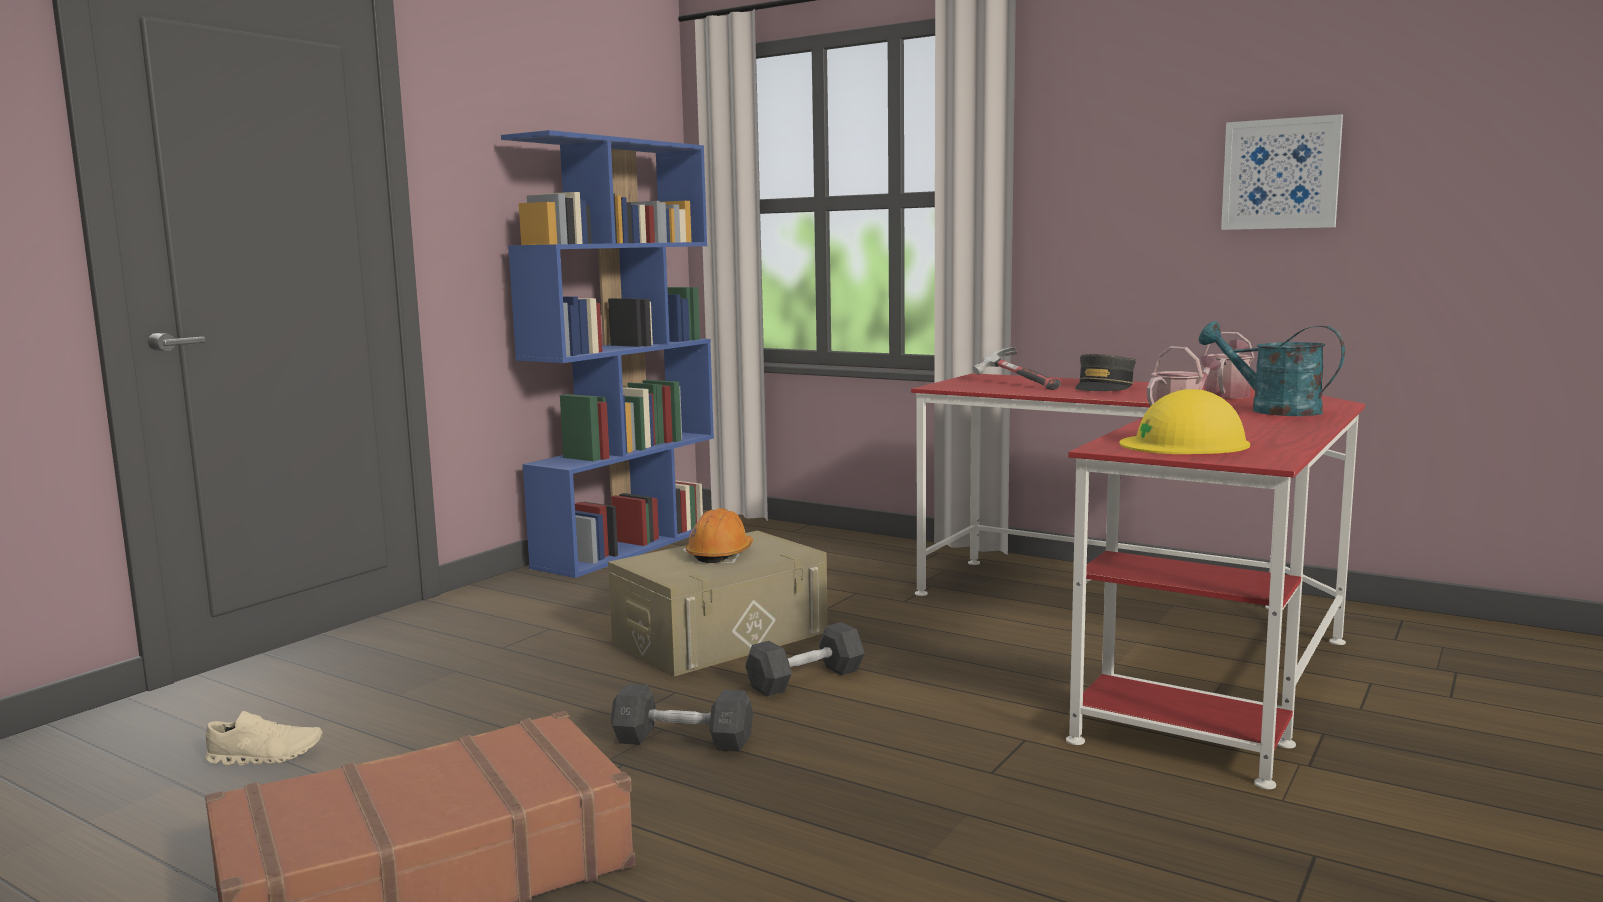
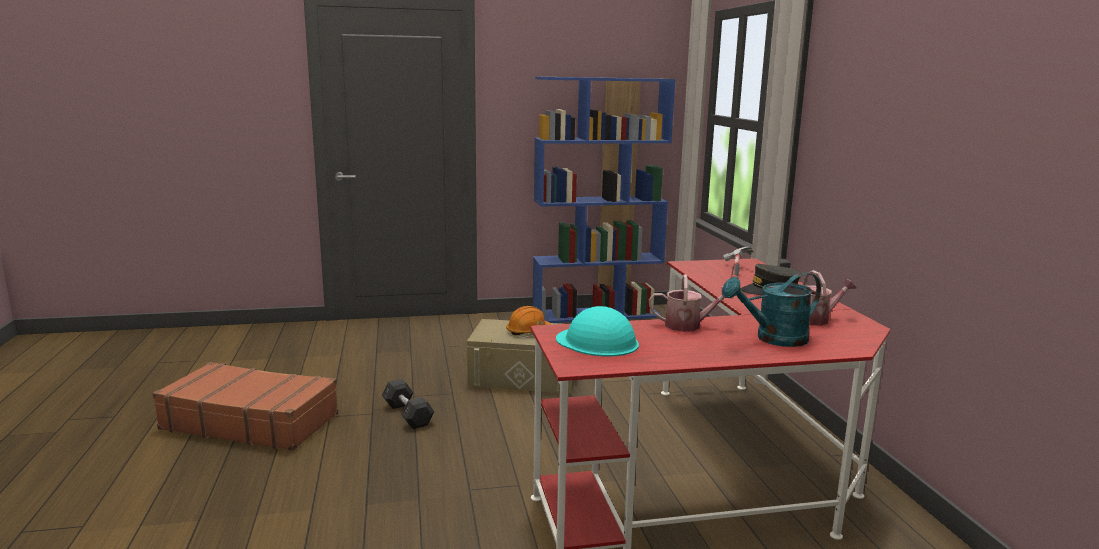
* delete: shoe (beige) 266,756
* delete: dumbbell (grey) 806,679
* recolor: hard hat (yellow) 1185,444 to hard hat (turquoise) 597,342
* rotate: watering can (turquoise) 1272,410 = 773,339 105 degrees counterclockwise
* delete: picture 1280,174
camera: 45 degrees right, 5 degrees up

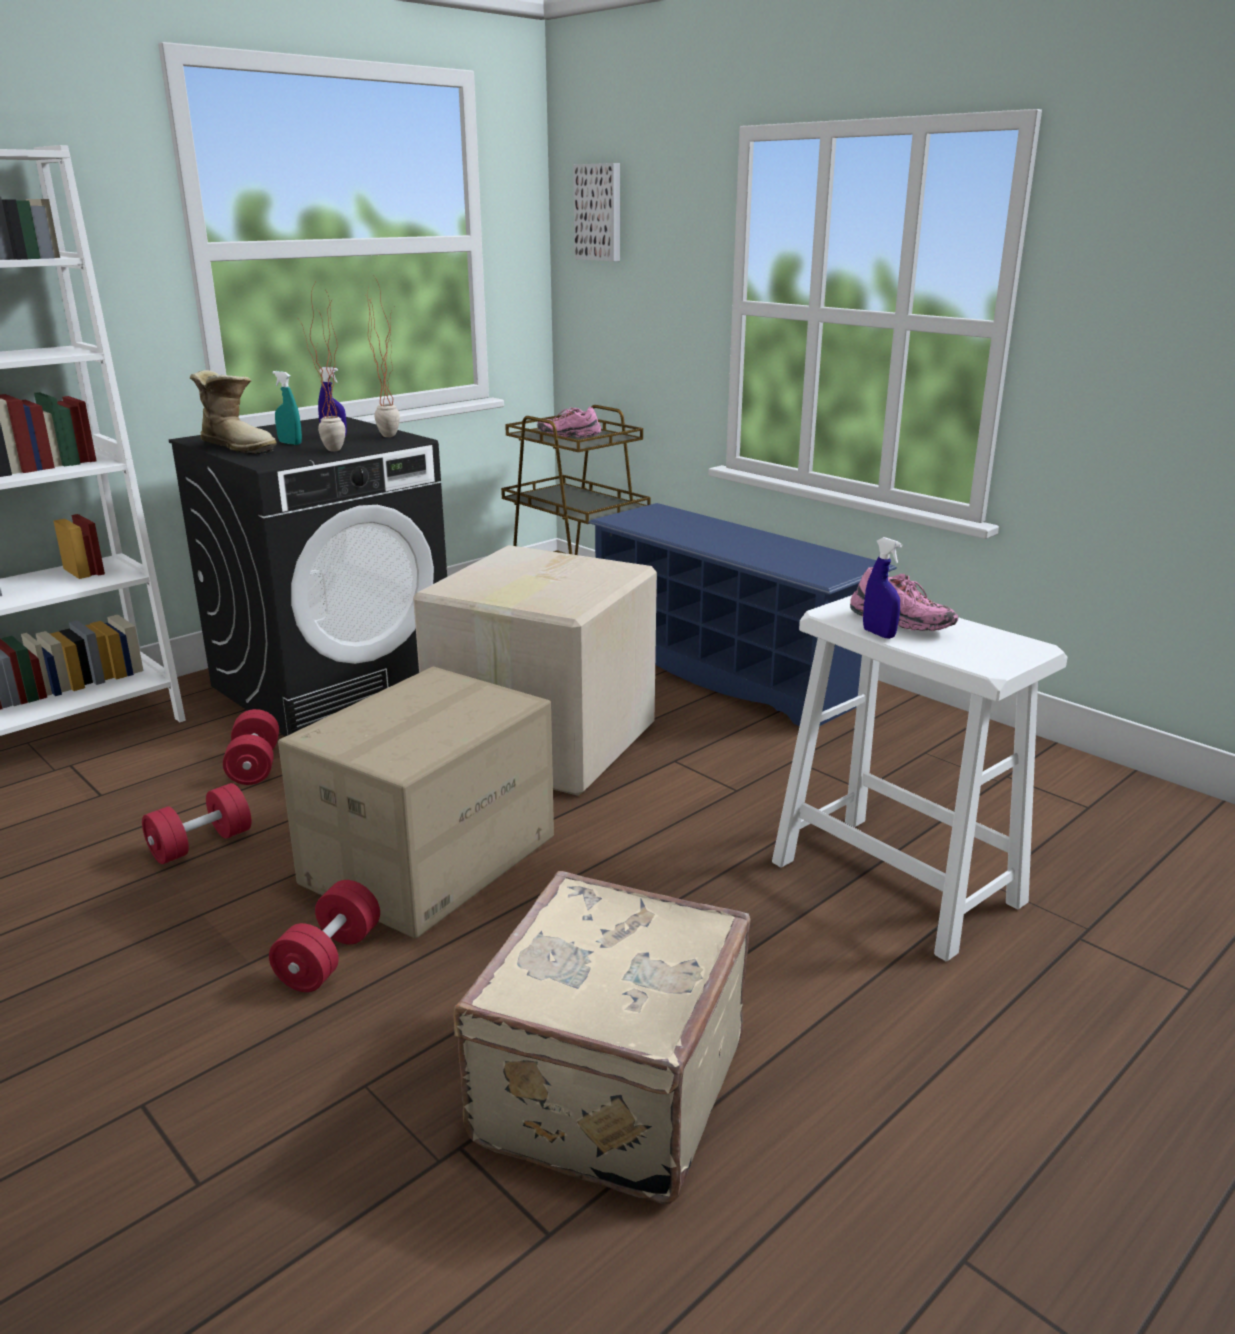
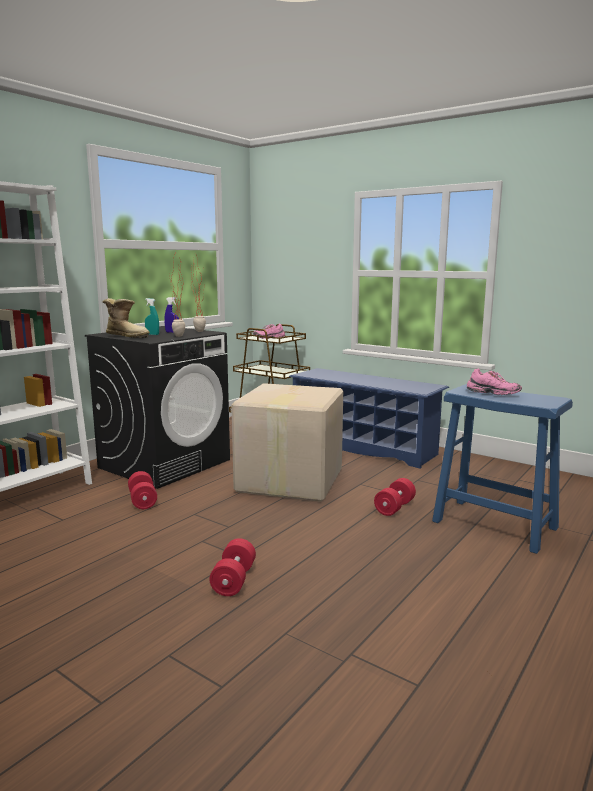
* move: dumbbell (red) 201,844 to 394,507
* delete: cardboard box 429,859
* delete: suitcase (beige) 604,1090
* delete: picture 600,212
* recolor: stool (white) 895,881 to stool (blue) 493,524
* delete: spray bottle (blue) 879,634
camera: 10 degrees left, 10 degrees down

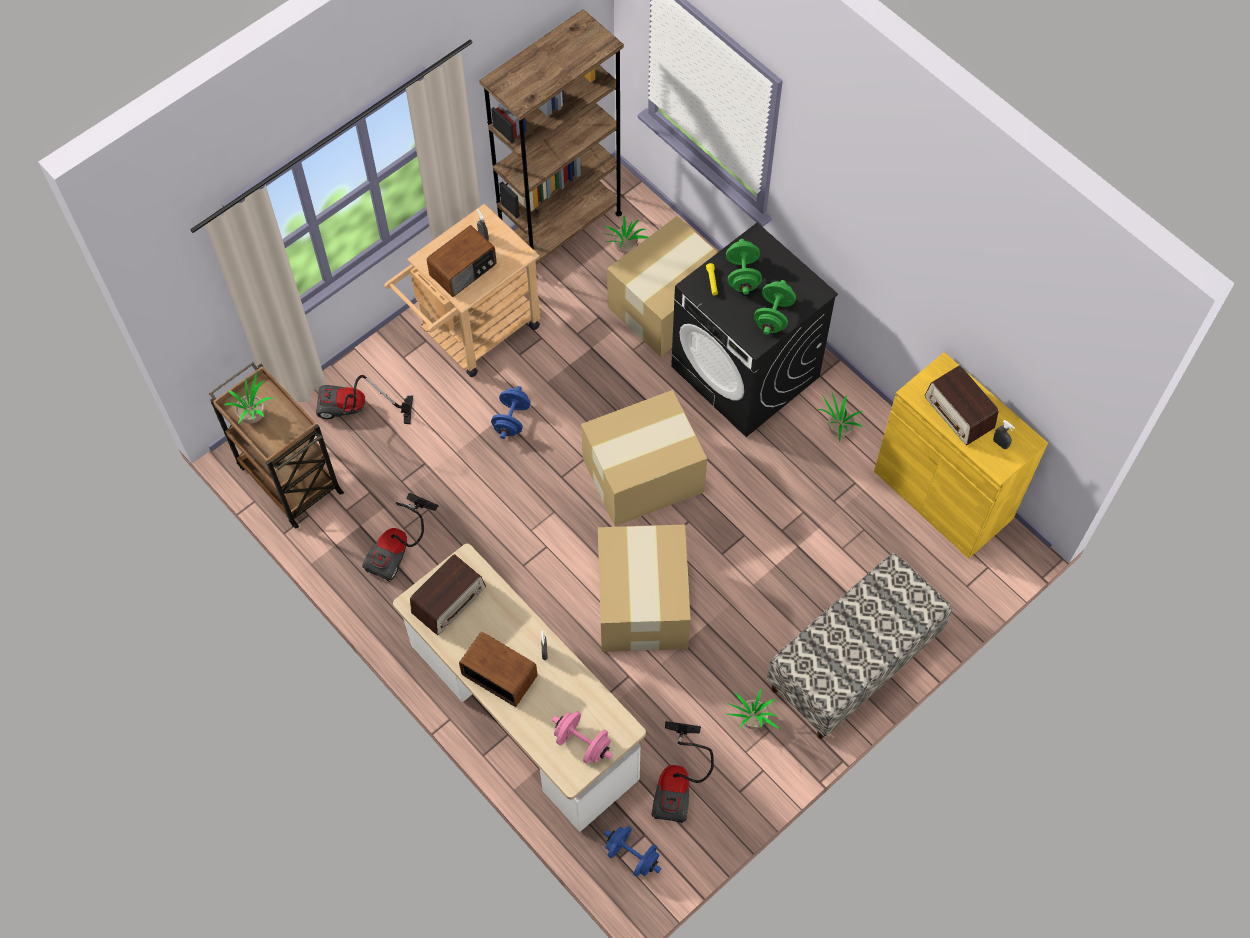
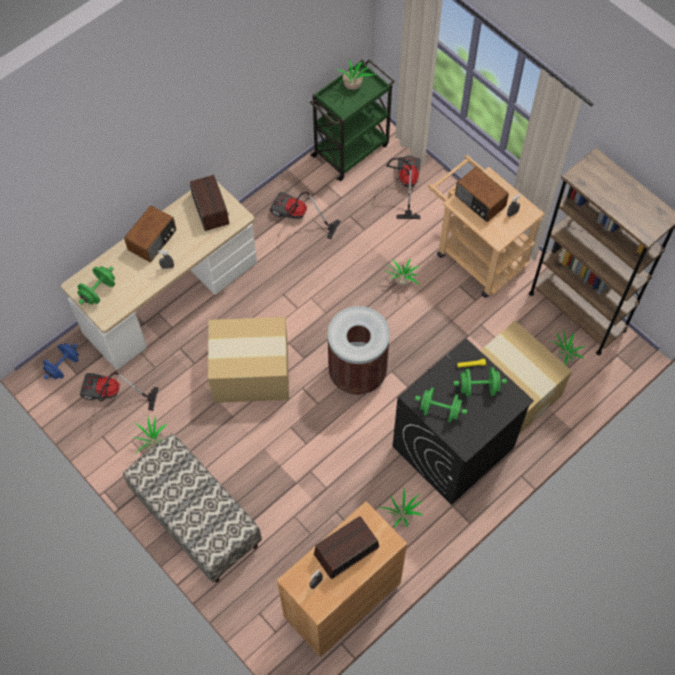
* recolor: cart (brown) 288,477 to cart (green) 351,149
* rotate: radio 449,600 = 210,208 150 degrees counterclockwise
* replace: dumbbell (blue) 511,419 to potted plant 402,282
* recolor: dumbbell (pink) 582,743 to dumbbell (green) 98,291
* replace: cardboard box 645,475 to trash can (brown) 357,373
* recolor: cabinet (yellow) 943,495 to cabinet (brown) 342,599
camera: 90 degrees right, 0 degrees up

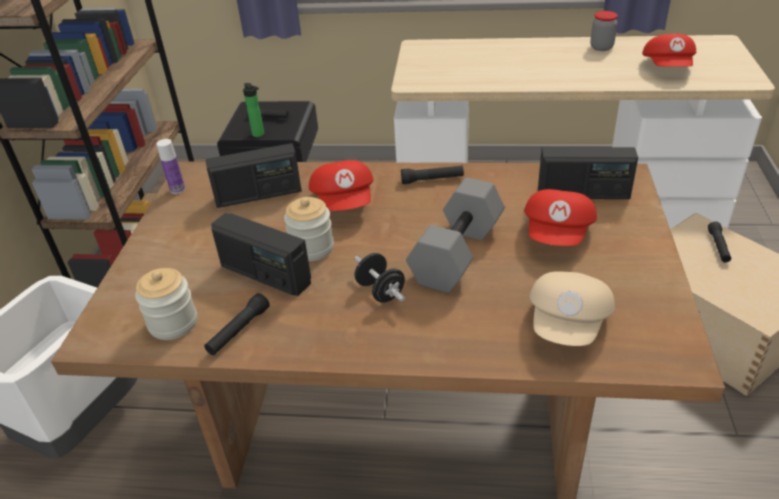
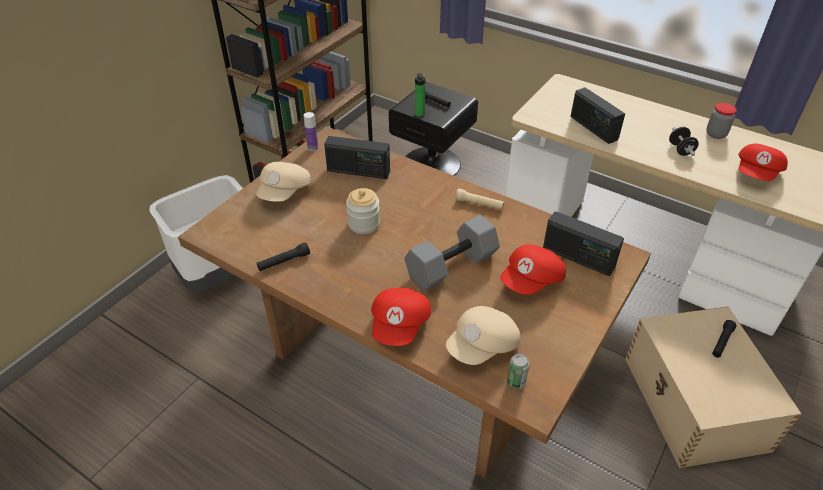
* delete: jar 173,323
* move: radio 265,274 to 593,128
* move: cap (red) 345,202 to 401,325
* move: dumbbell (black) 380,291 to 680,150
* recolor: flashlight (black) 432,180 to flashlight (beige) 479,204
* insert: cap (beige) 285,193
* insert: can 516,381
camera: 25 degrees right, 5 degrees up

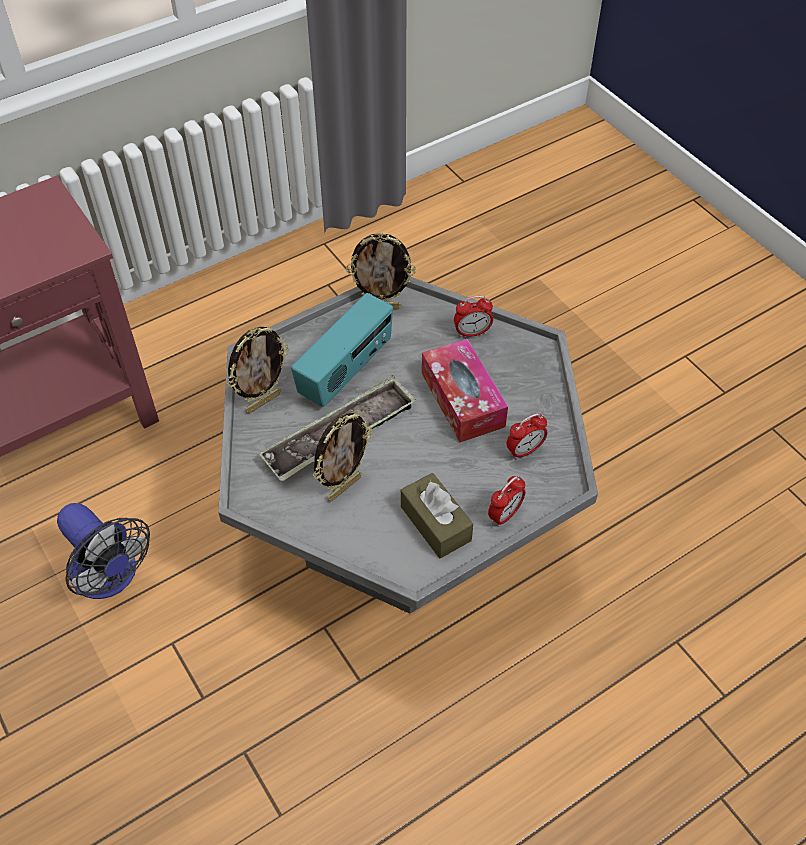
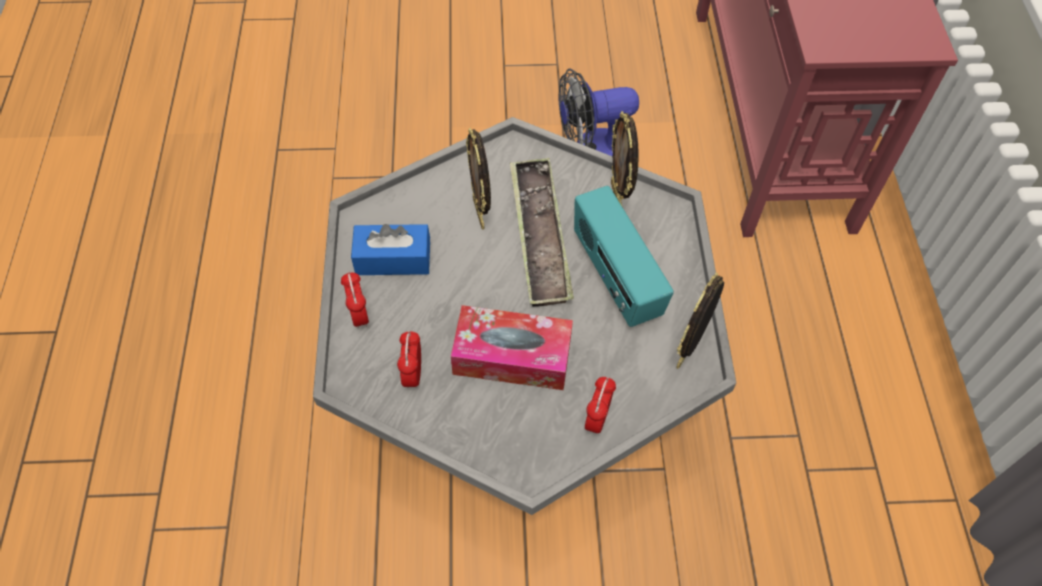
* recolor: tissue box (brown) 435,523 to tissue box (blue) 393,259
camera: 120 degrees right, 5 degrees up

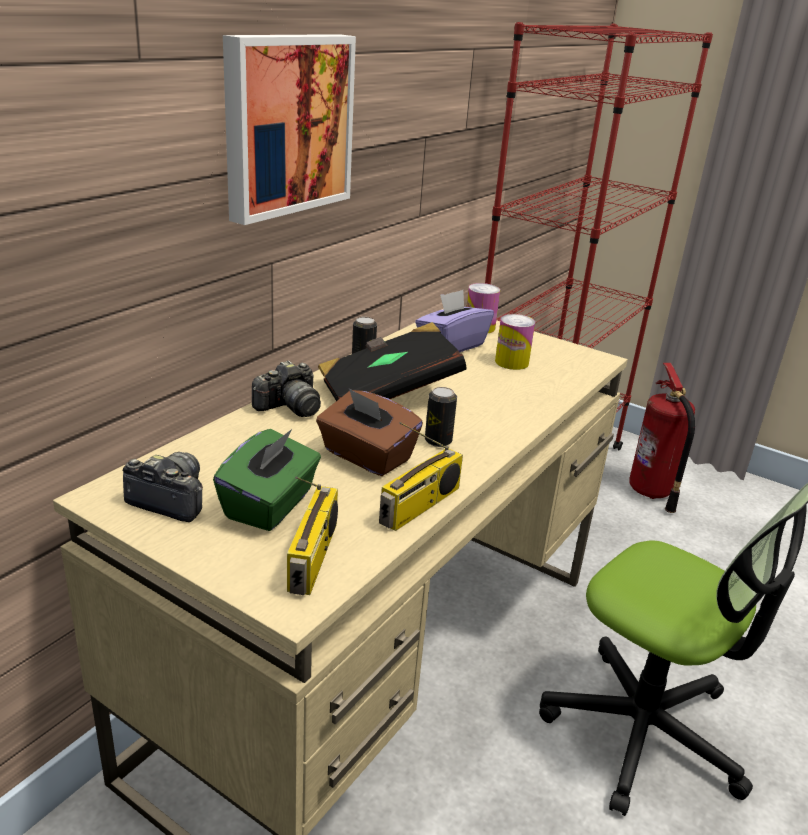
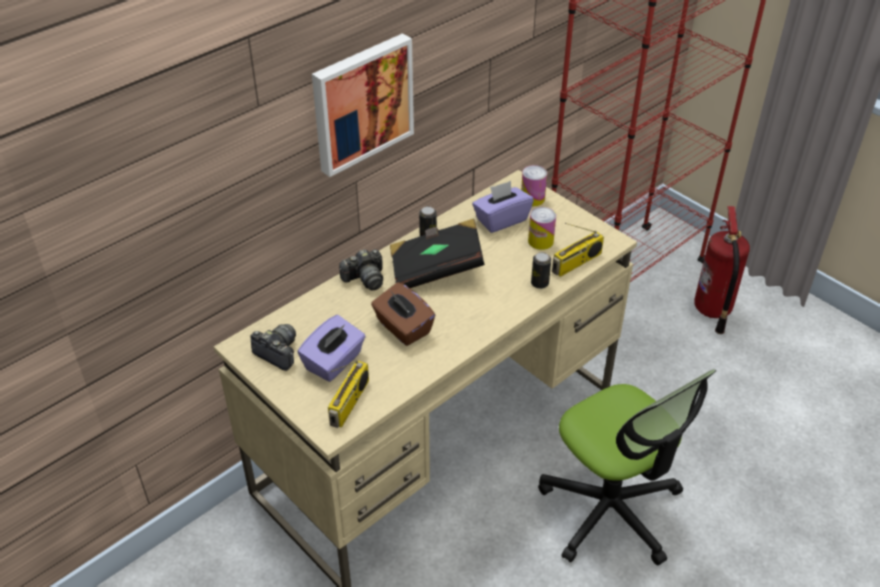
* recolor: tissue box (green) 270,505 to tissue box (purple) 334,362
* move: radio 420,506 to 576,263
* move: can 438,441 to 539,283
camera: 15 degrees right, 15 degrees up

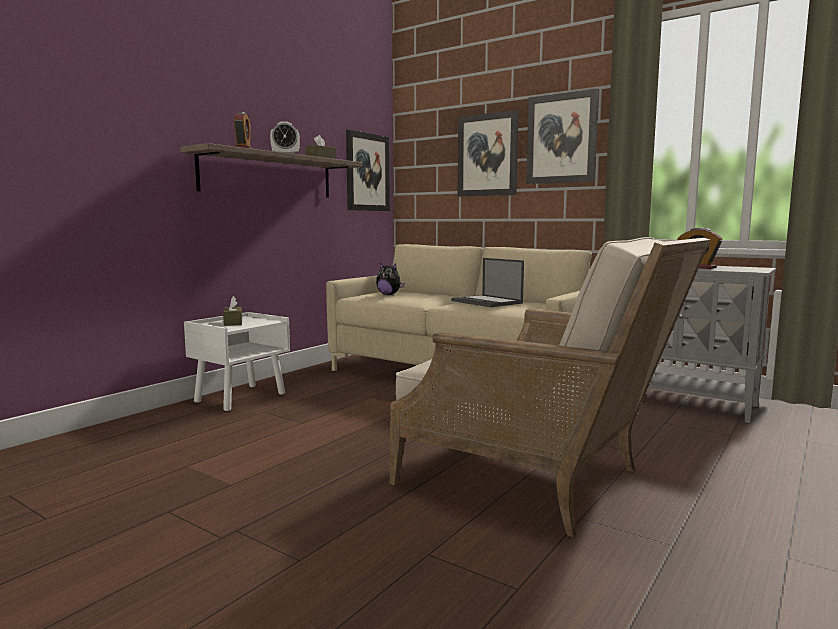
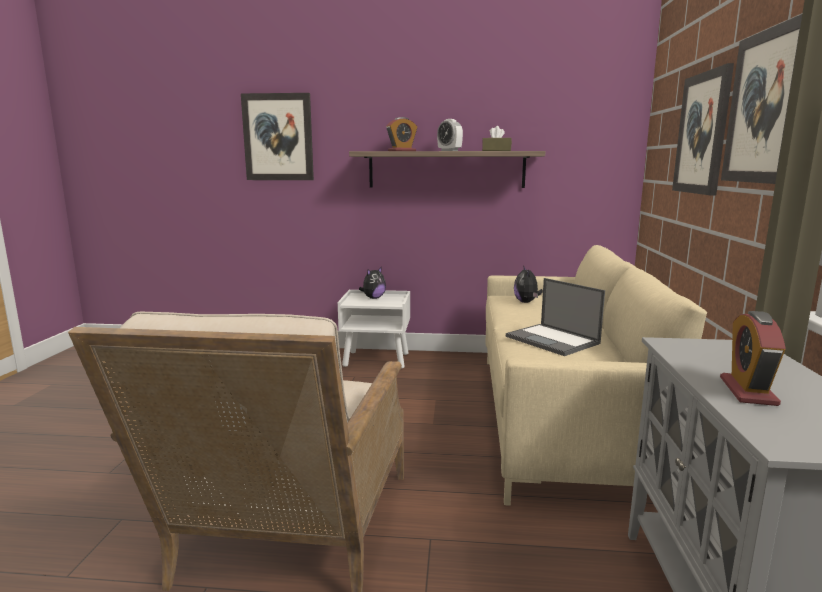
* replace: tissue box (brown) 233,322 to plush toy 373,298
* move: picture 367,172 to 278,137
* rotate: laptop 487,302 = 553,340 60 degrees counterclockwise
camera: 60 degrees right, 5 degrees up

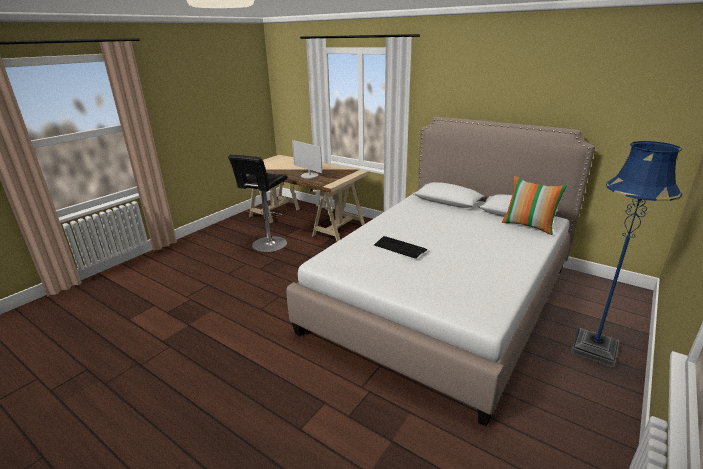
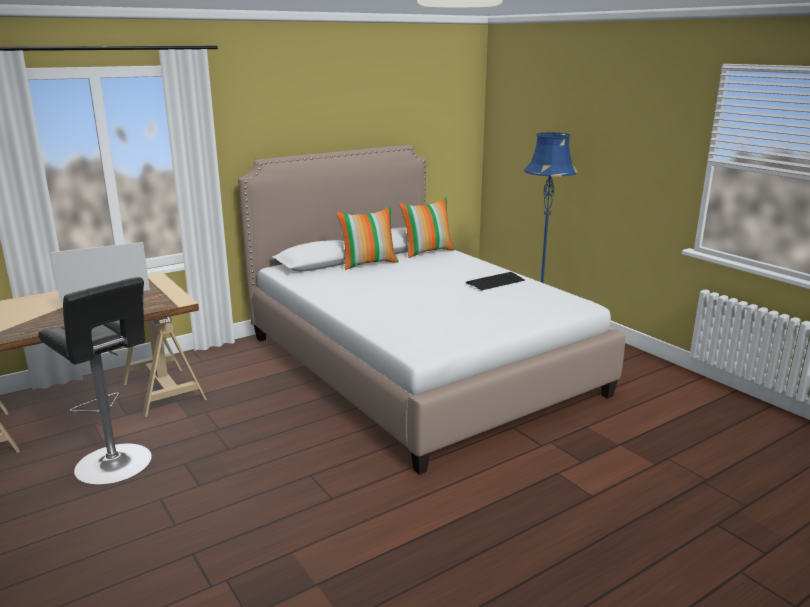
* move: keyboard 399,247 to 495,282
* insert: pillow 368,263
camera: 70 degrees left, 5 degrees down

